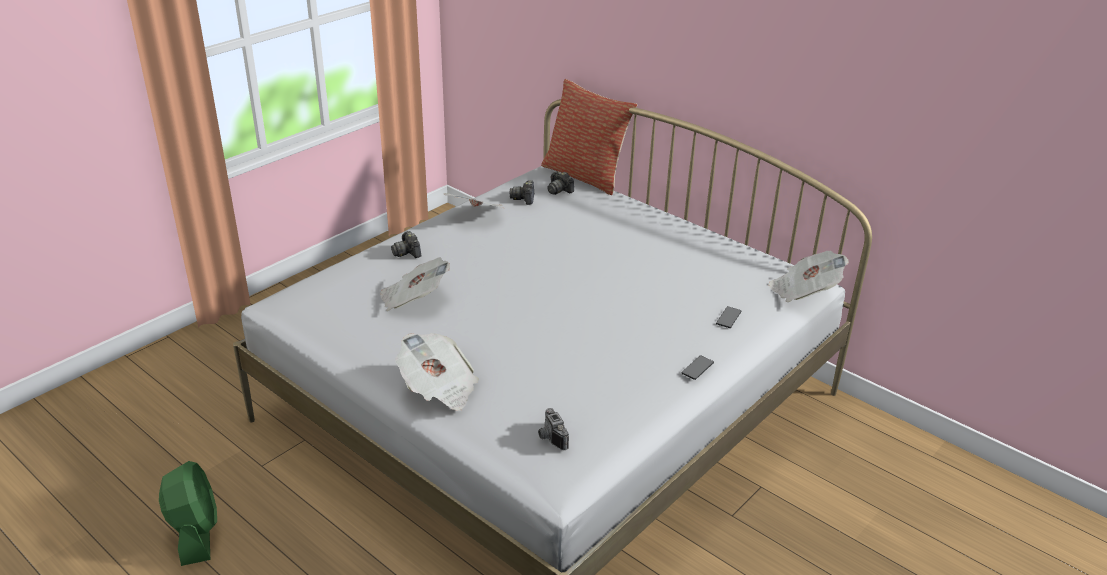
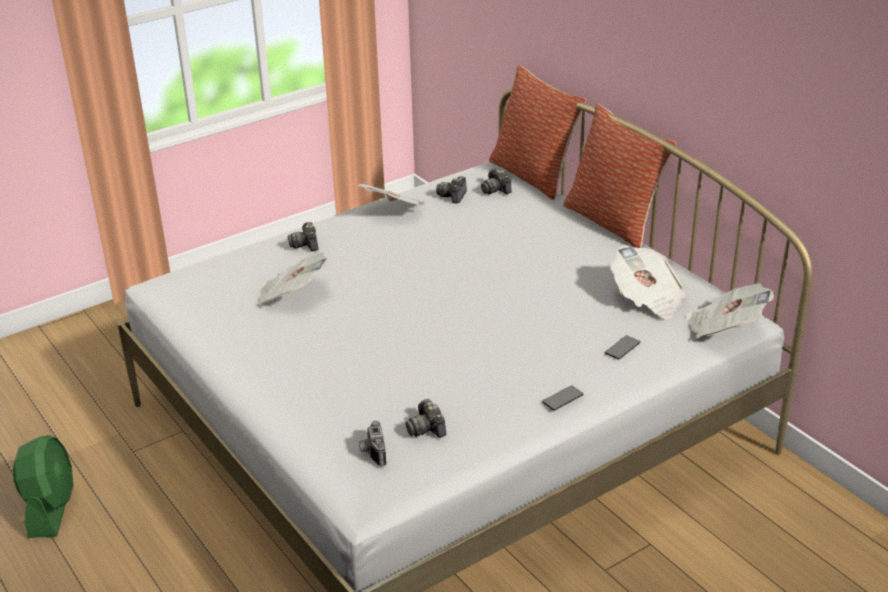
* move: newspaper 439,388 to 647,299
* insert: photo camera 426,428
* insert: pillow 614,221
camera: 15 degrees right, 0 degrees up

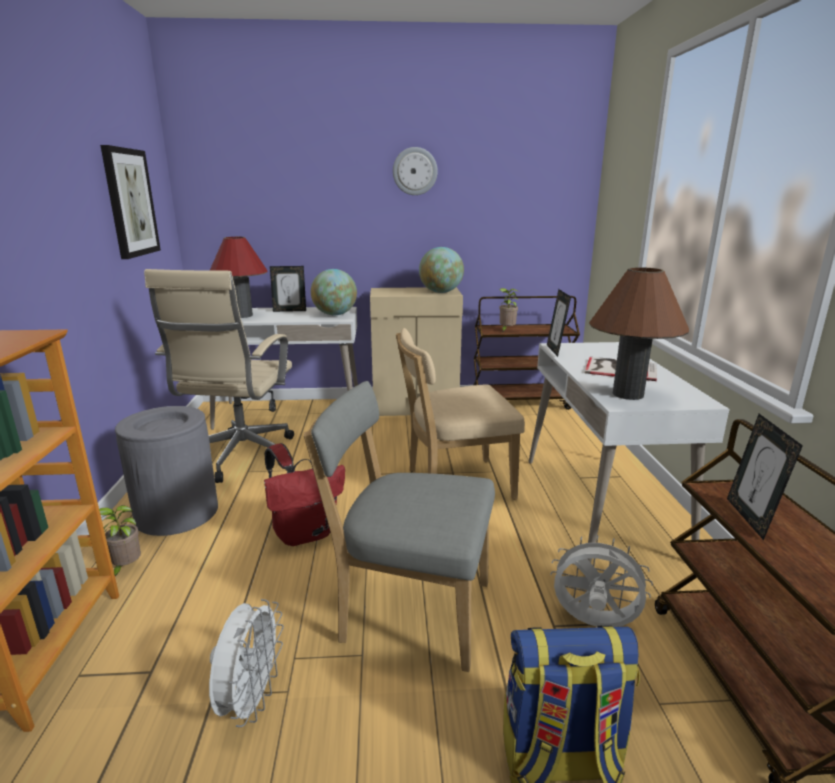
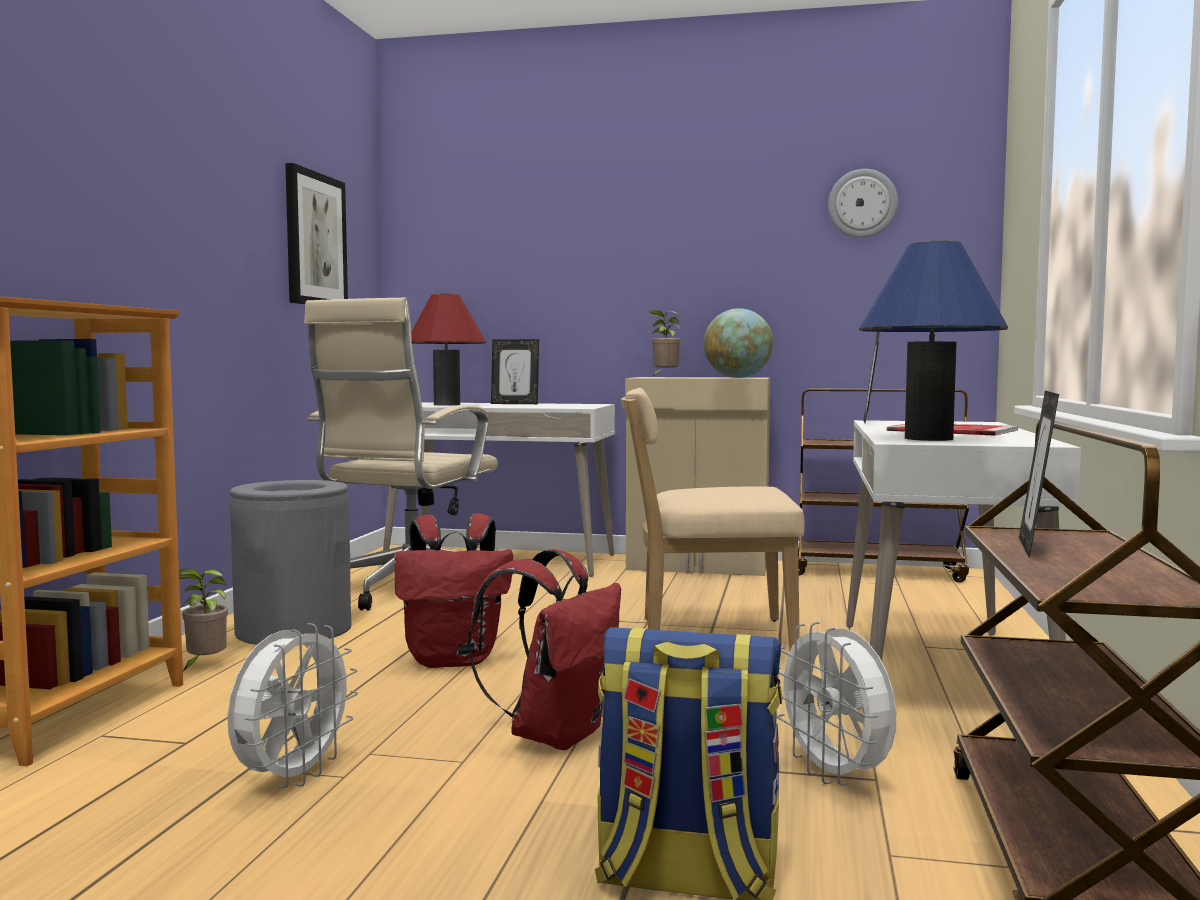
* replace: chair (grey) 409,610 to backpack (red) 555,734
* delete: globe 335,314
* move: wall clock 415,171 to 862,204
* move: potted plant 506,330 to 664,377
* rotate: fan (white) 593,624 = 836,776 150 degrees counterclockwise
* recolor: table lamp (brown) 628,394 to table lamp (blue) 928,438
camera: 15 degrees right, 15 degrees down

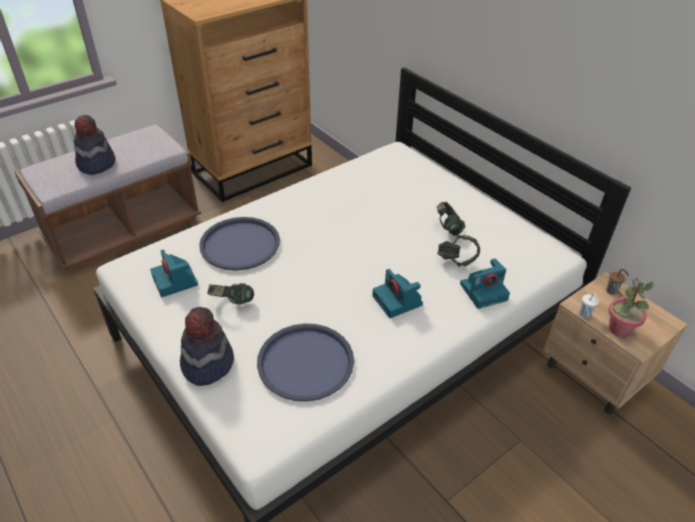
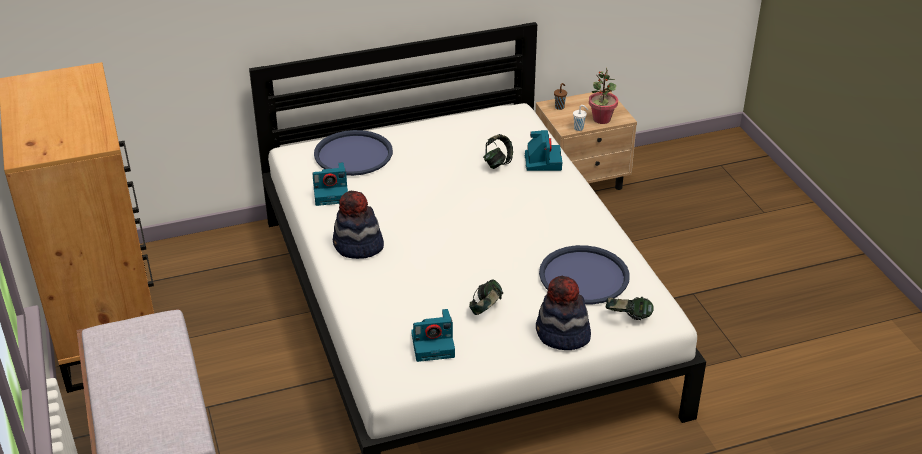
* move: hat 96,164 to 358,246
* move: tray (blue) 240,244 to 353,154
* move: photo camera 398,301 to 332,193
* move: headphones 448,228 to 628,319
camera: 70 degrees left, 5 degrees down

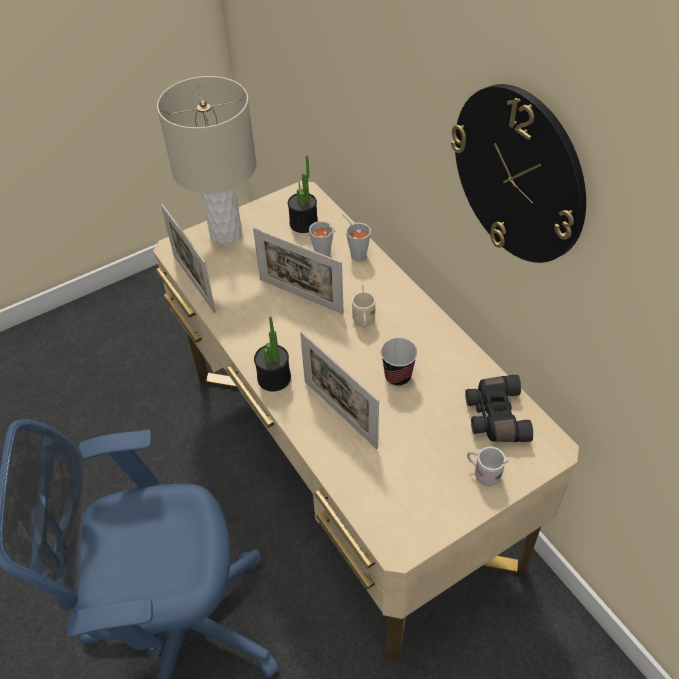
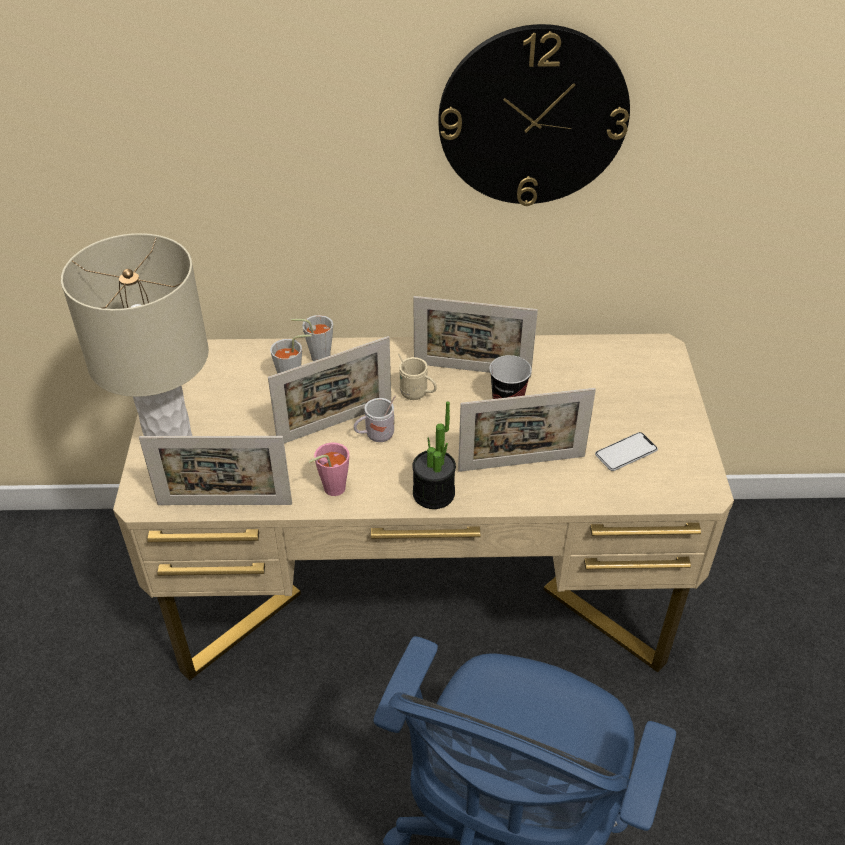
* delete: potted plant 303,223
* delete: binoculars (black) 494,416
* move: mug (white) 483,474 to 375,436
* insert: cup (pink) 330,490
* insert: picture frame 472,370
* insert: phone 626,452
camera: 60 degrees left, 5 degrees down

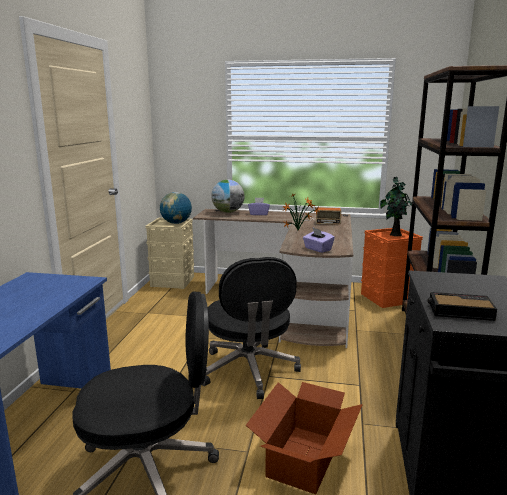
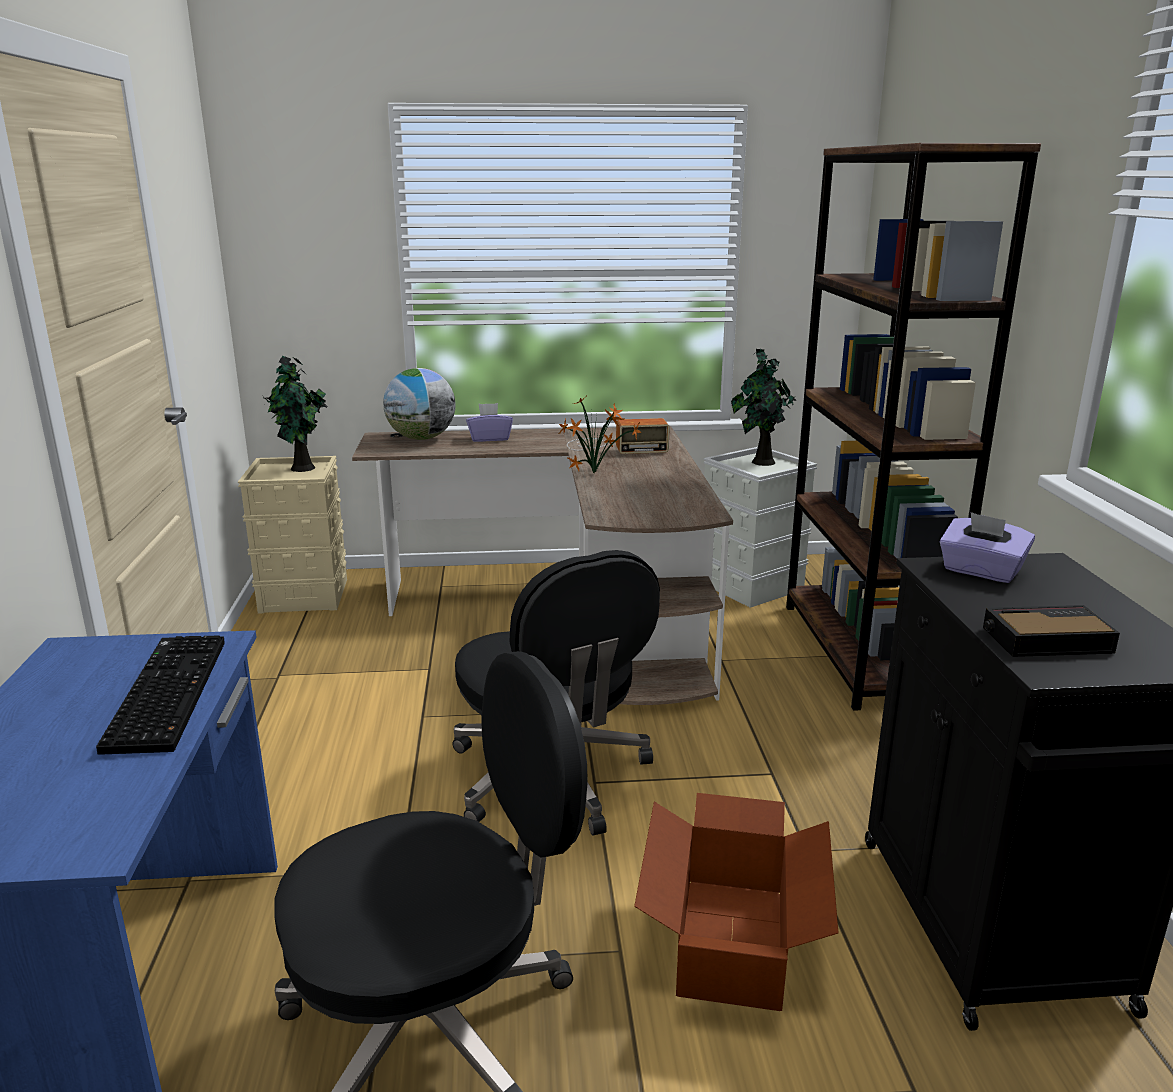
* replace: globe 176,223 to potted plant 303,469
* move: tissue box (purple) 317,249 to 981,571
* recolor: storage box (orange) 387,298 to storage box (grey) 751,586
* insert: keyboard 164,693
camera: 15 degrees left, 5 degrees up

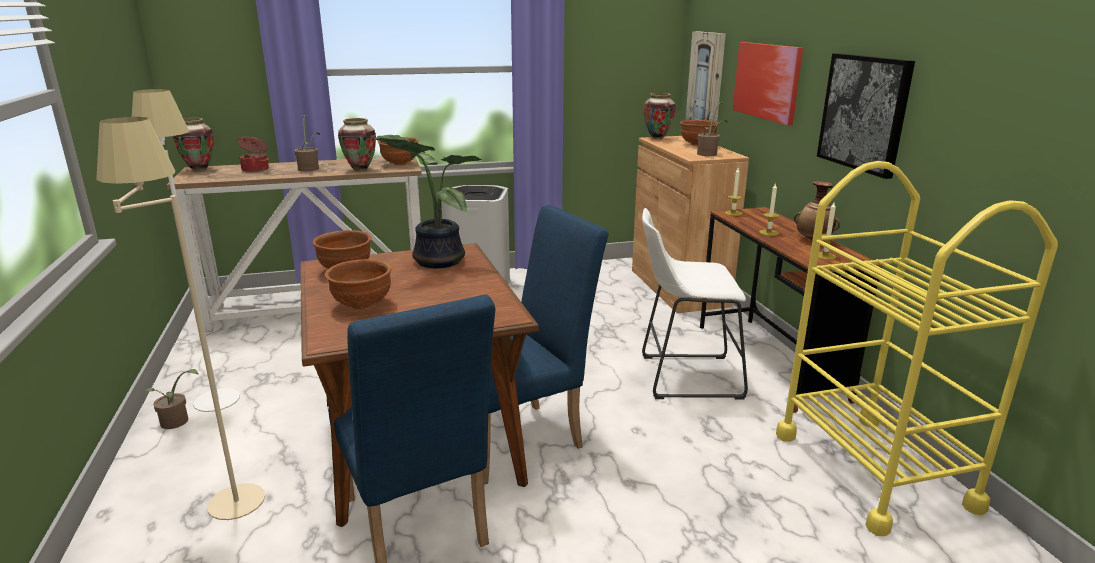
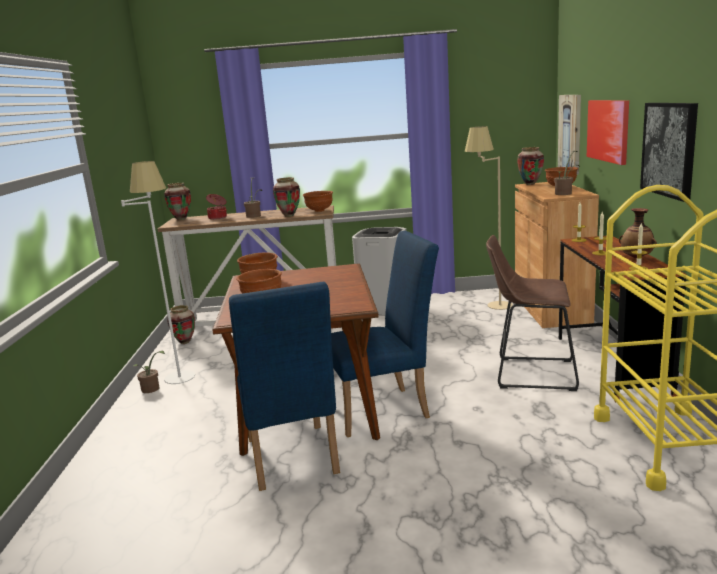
* move: floor lamp (beige) 218,494 to 489,303
* delete: potted plant 435,261
* recolor: stool (white) 683,376 to stool (brown) 530,373
* insert: vase 185,342
camera: 15 degrees right, 5 degrees down

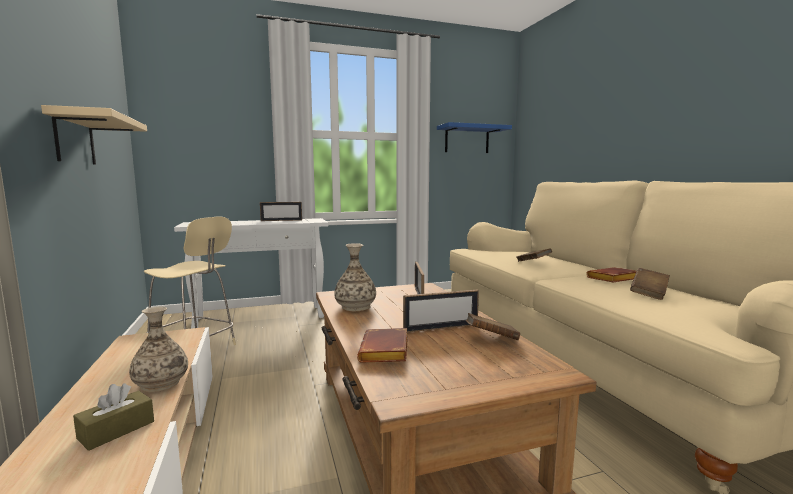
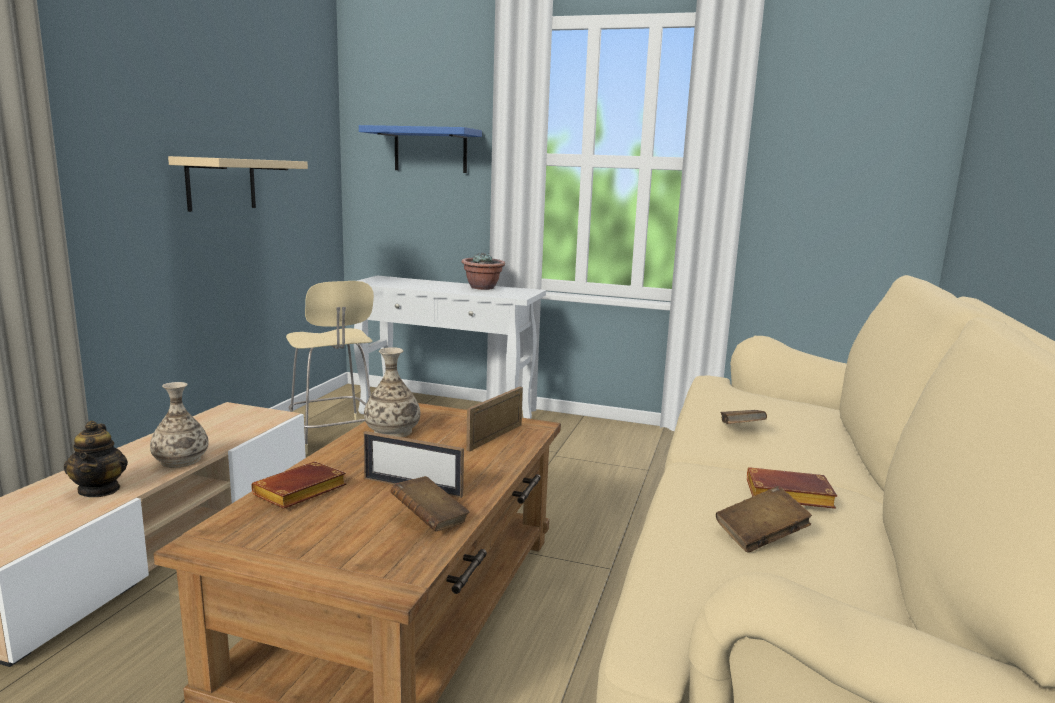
* replace: tissue box (brown) 116,430 to teapot 100,490
* replace: picture frame 281,220 to potted plant 483,288
* move: shelf (blue) 467,140 to 430,150
camera: 35 degrees right, 5 degrees up

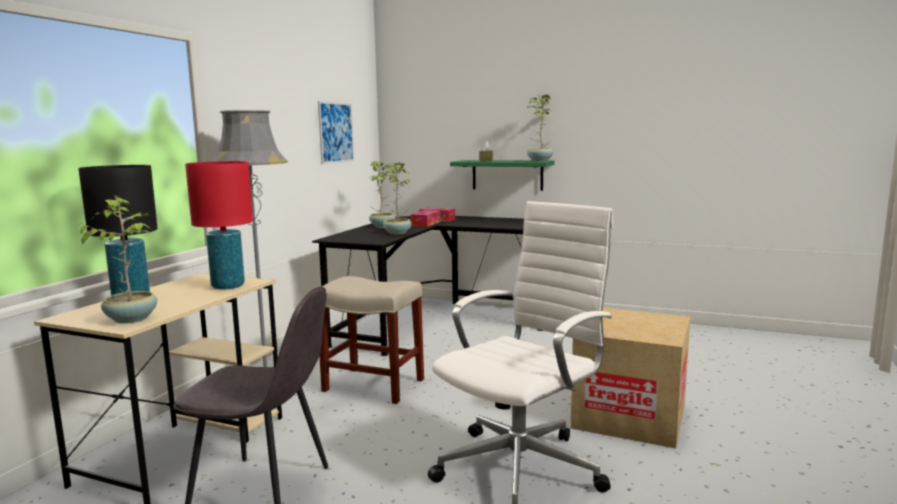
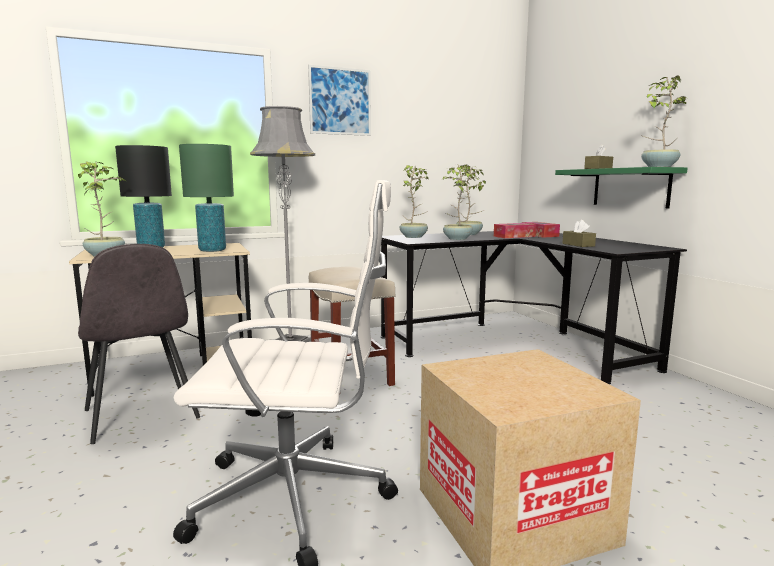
* recolor: table lamp (red) 228,286 to table lamp (green) 212,250
* move: picture 336,132 to 340,101
* insert: potted plant 414,237
* insert: tissue box (brown) 578,245
camera: 45 degrees right, 0 degrees up

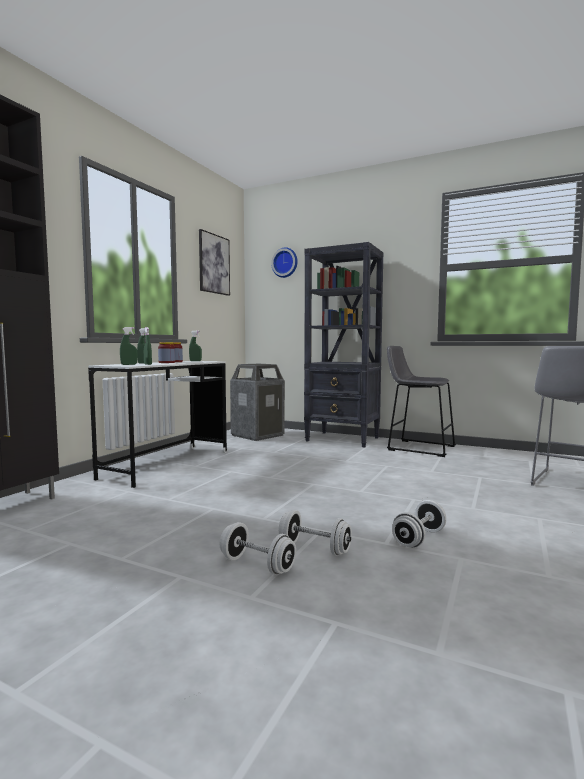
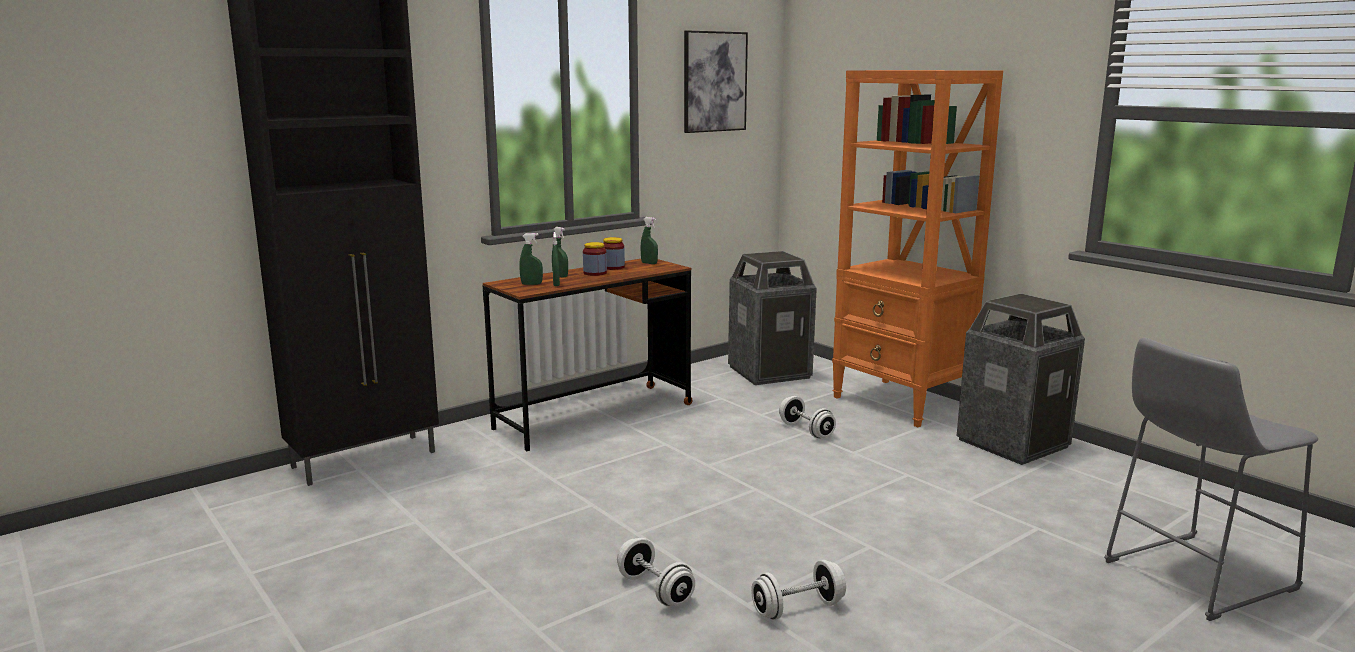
* recolor: desk (white) 167,464 to desk (brown) 594,416
* move: dumbbell (white) 257,565 to 806,430
* delete: wall clock 285,263
* recolor: bookcase (black) 343,439 to bookcase (orange) 901,403
* replace: stool (grey) 417,447 to trash can 1013,443
camera: 25 degrees right, 10 degrees up

